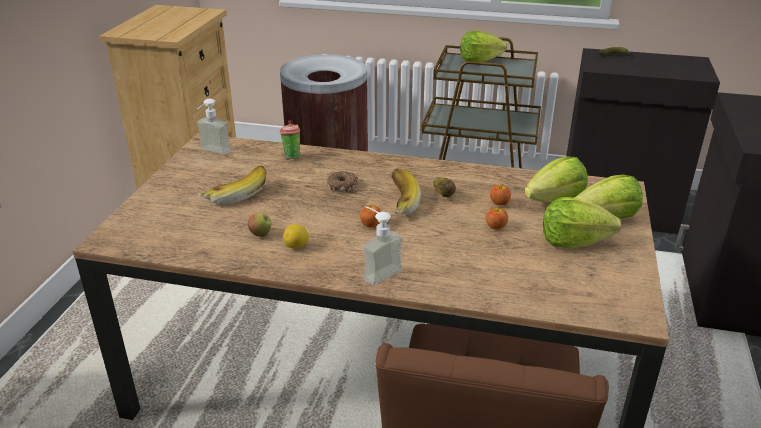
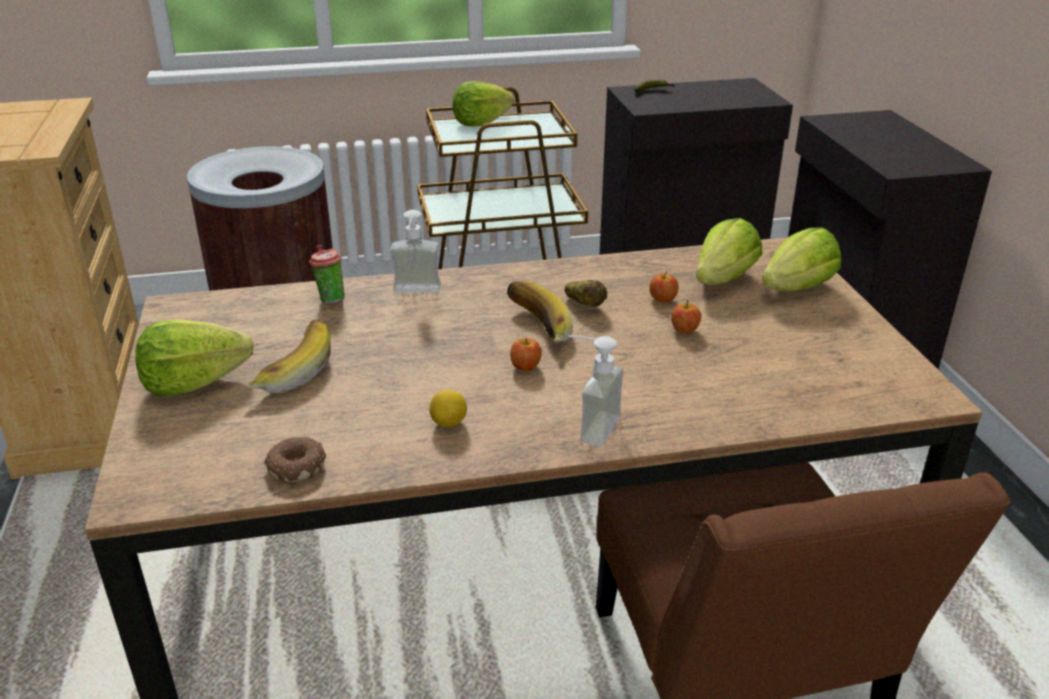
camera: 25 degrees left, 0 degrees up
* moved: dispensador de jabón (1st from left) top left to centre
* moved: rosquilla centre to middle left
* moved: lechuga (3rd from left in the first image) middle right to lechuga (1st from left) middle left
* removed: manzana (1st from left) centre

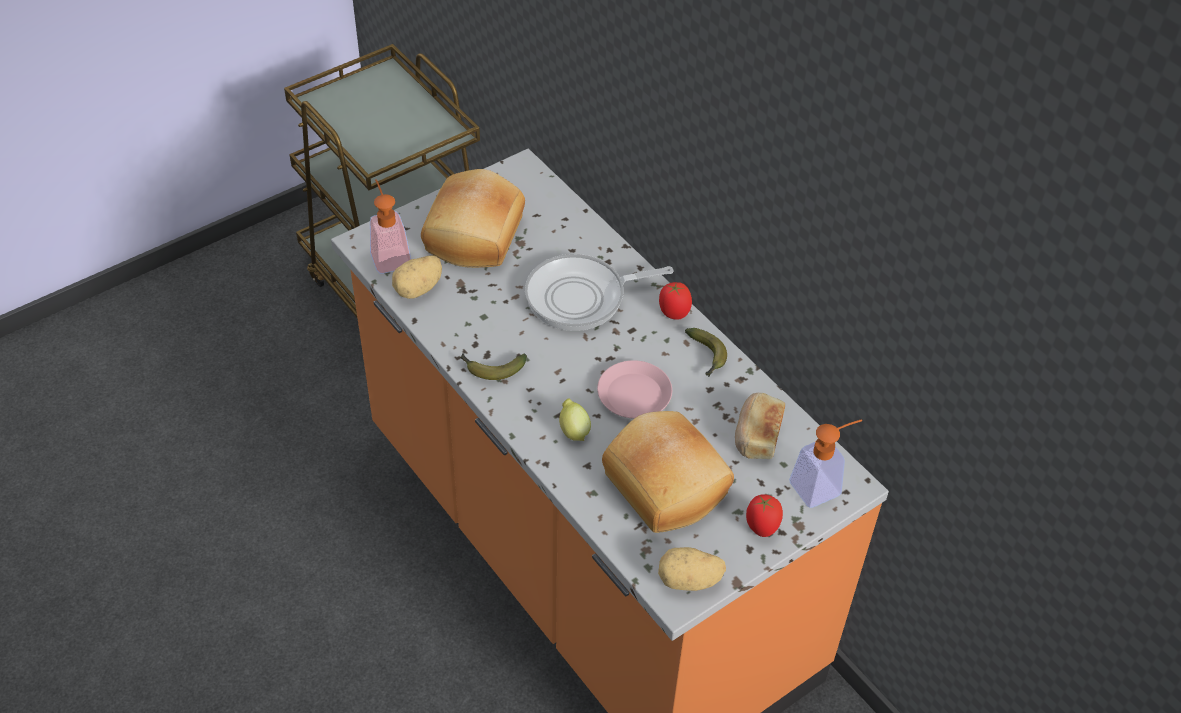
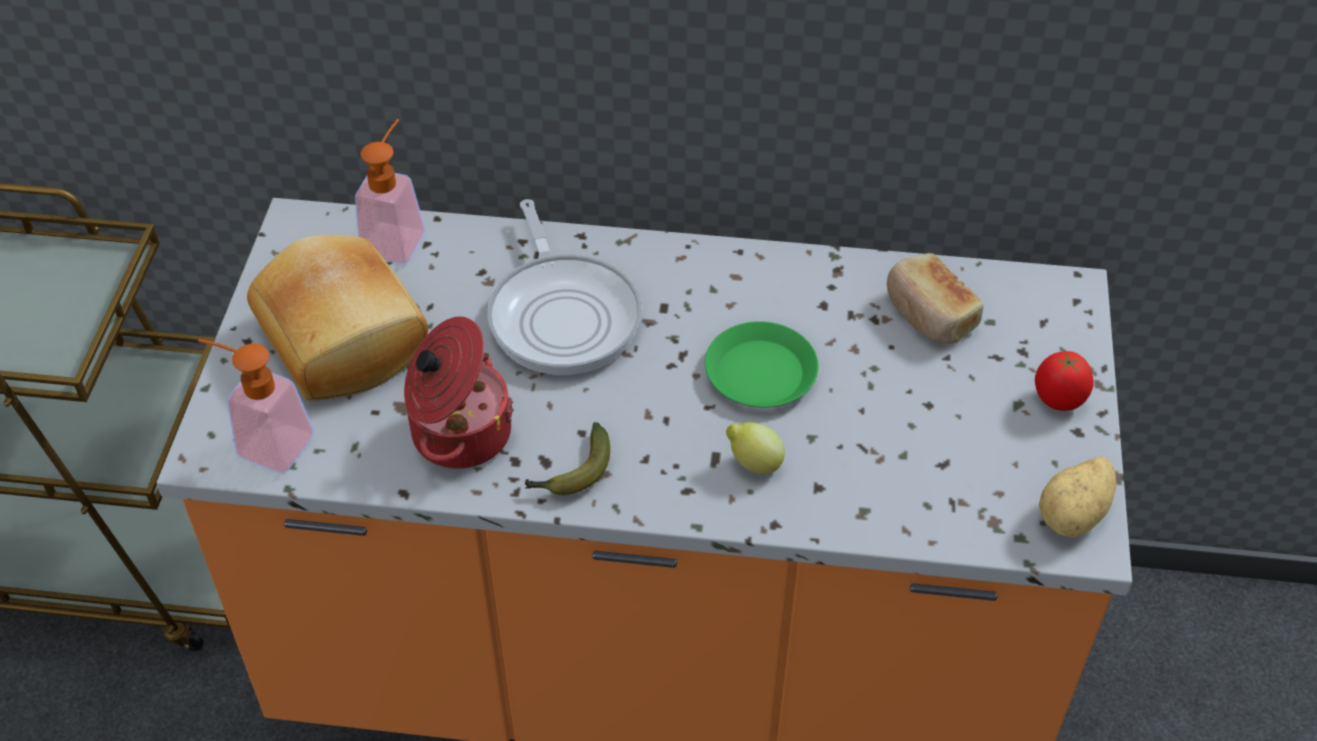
camera: 45 degrees left, 0 degrees up
* turned: sartén centre = centre 45 degrees counterclockwise
* removed: patata (1st from left) centre
* removed: tomate (1st from left) centre
* removed: plátano (2nd from left) centre
* recoloured: plato/rosa centre to plato/verde centre
* removed: pan (2nd from left) centre
* moved: dispensador de jabón (2nd from left) middle right to top left
* added: olla centre

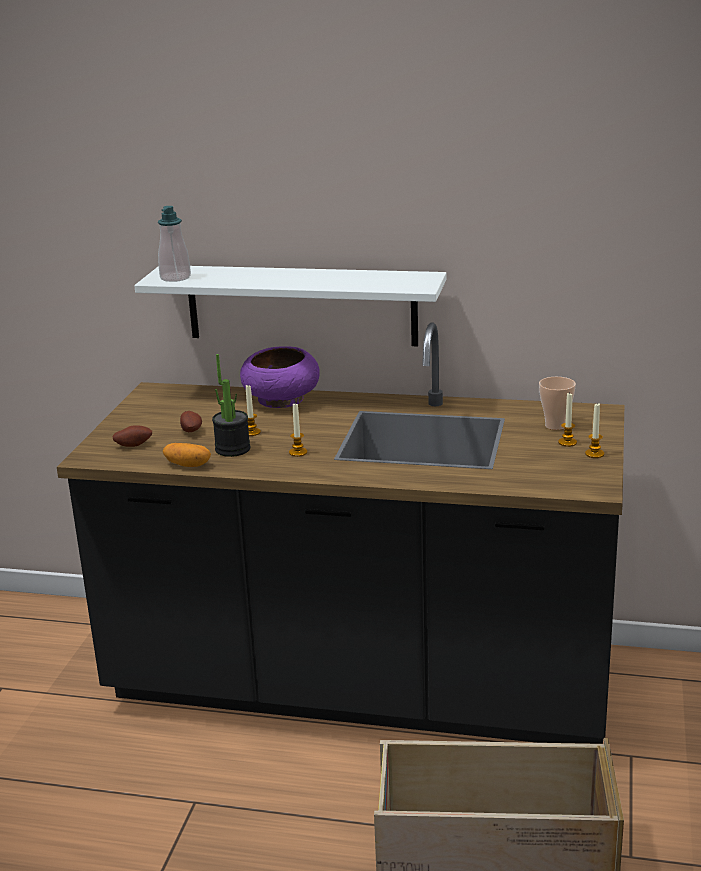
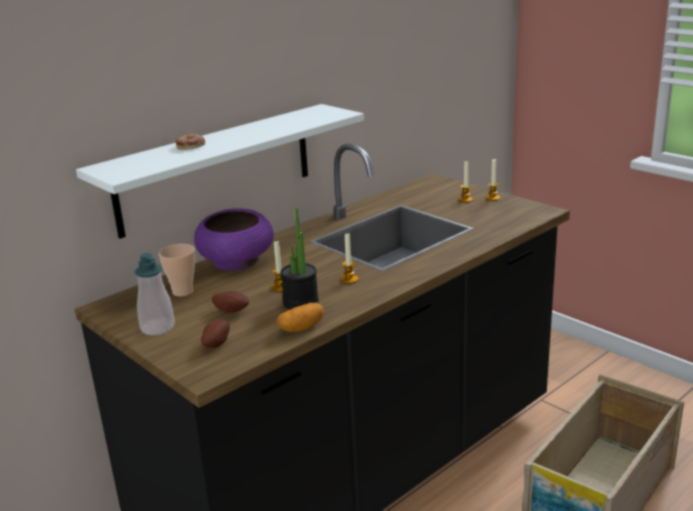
camera: 55 degrees left, 0 degrees up
* moved: dispensador de jabón top left to middle left
* moved: taza middle right to middle left
* added: rosquilla top left

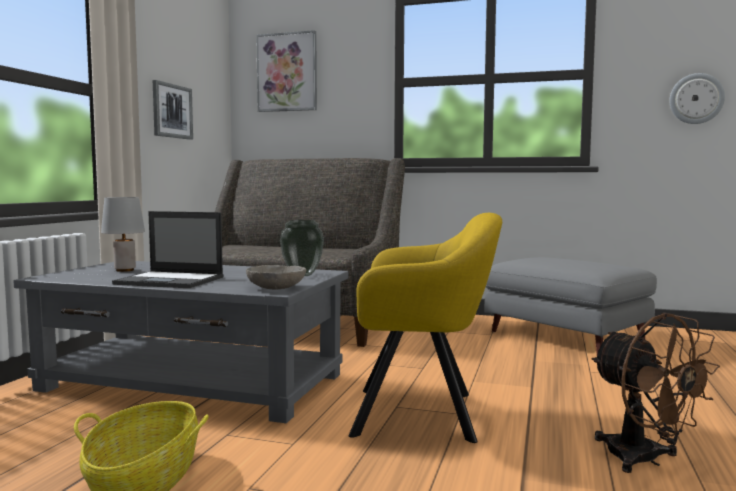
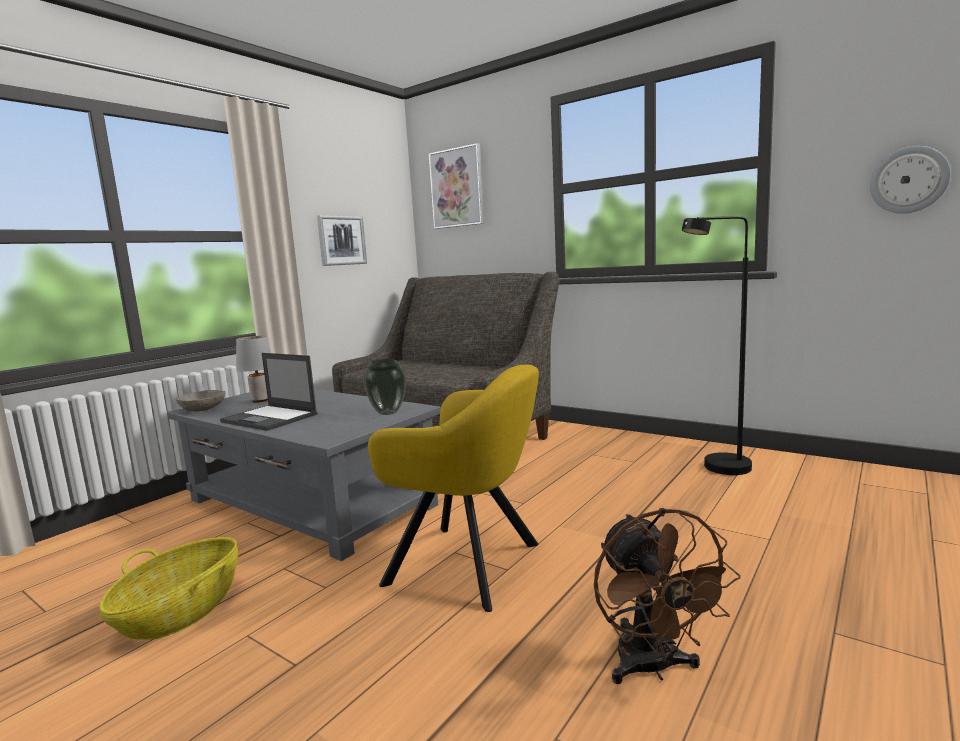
camera: 20 degrees right, 5 degrees up
* replaced: puf/gris middle right to lámpara de pie/negro middle right
* moved: cuenco/gris centre to middle left

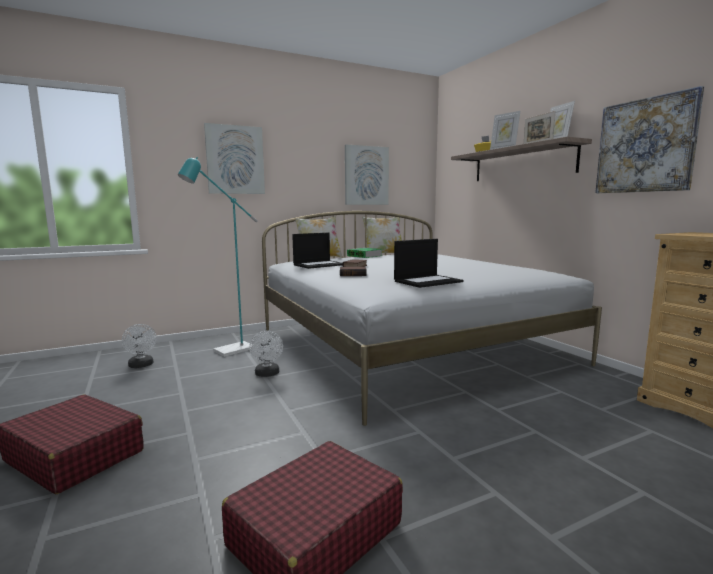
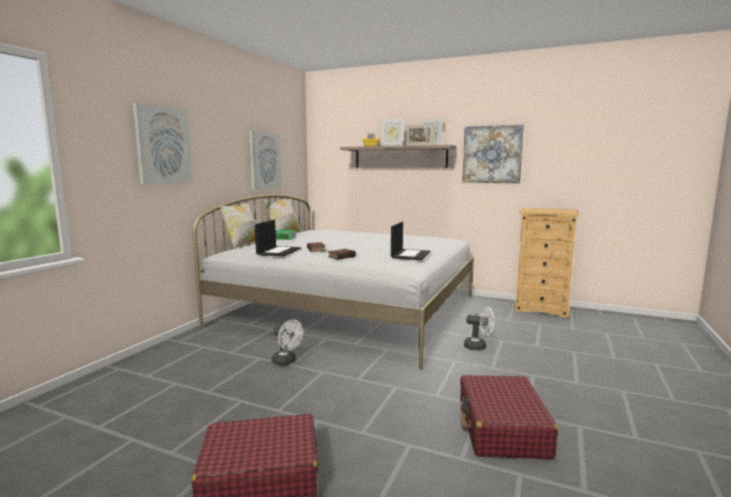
camera: 40 degrees left, 0 degrees up
* removed: lámpara de pie/turquesa middle left
* moved: ventilador/blanco (1st from left in the first image) middle left to ventilador/blanco (2nd from left) centre

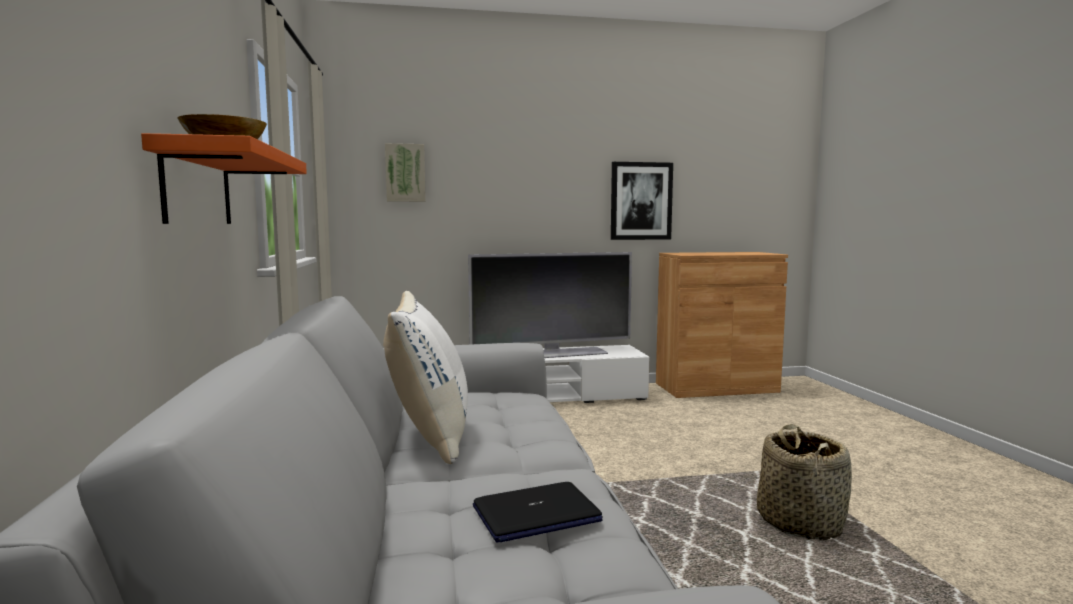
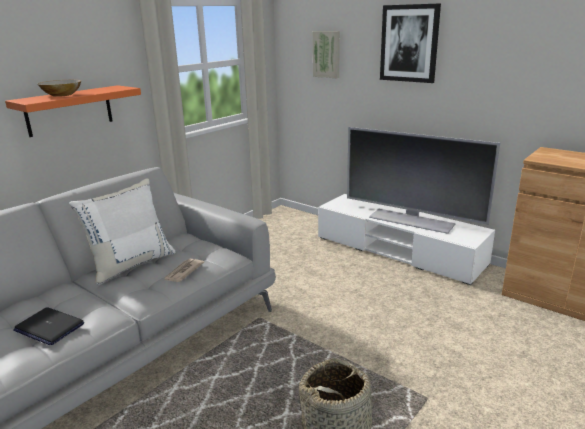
camera: 50 degrees right, 15 degrees up
* moved: cuadro (2nd from left) top centre to top right
* added: periódico middle left

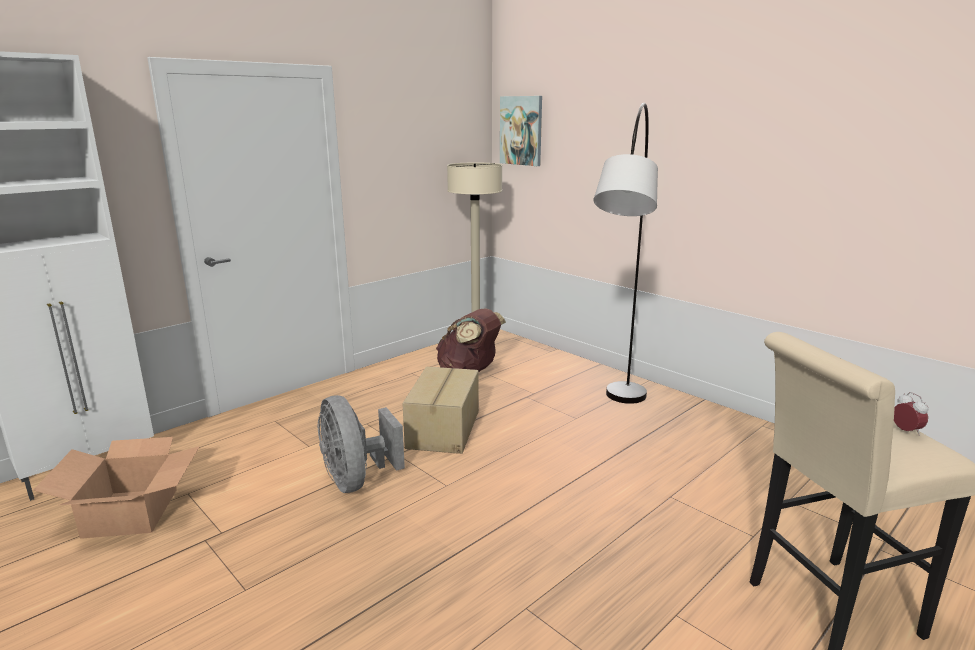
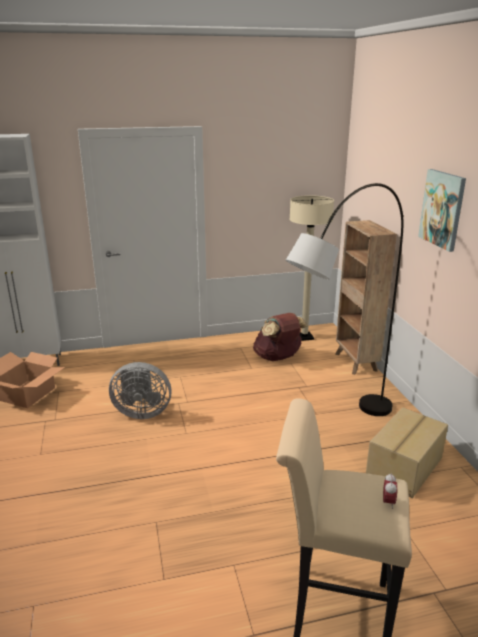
camera: 30 degrees right, 5 degrees up
* moved: cuadro top centre to top right
* moved: caja de cartón (2nd from left) centre to bottom right
* turned: ventilador/gris bottom centre = middle left 90 degrees counterclockwise
* added: estantería/marrón middle right

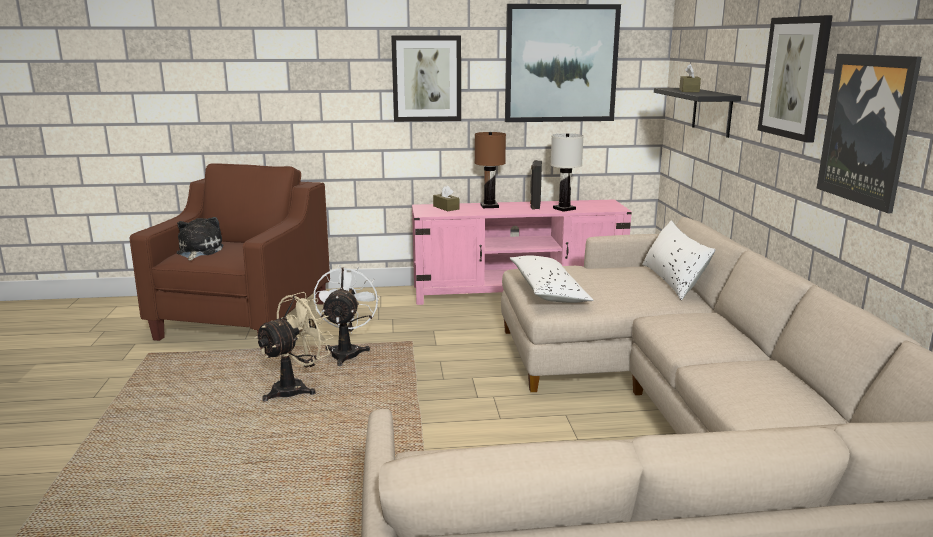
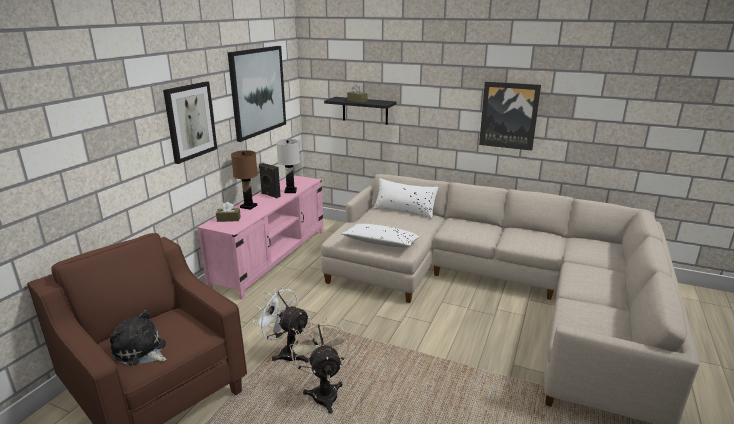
camera: 60 degrees left, 5 degrees up
* removed: cuadro (3rd from left) top right

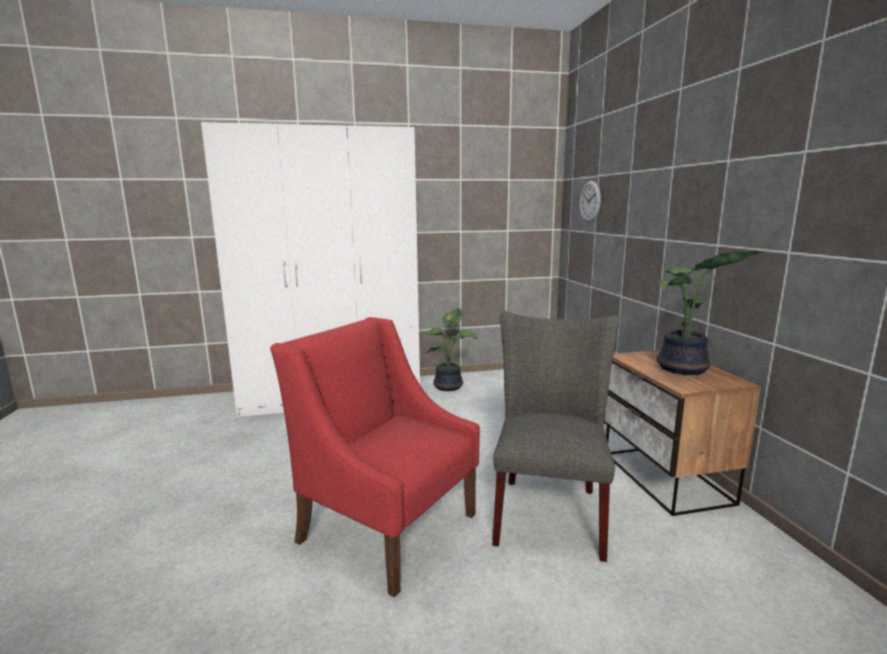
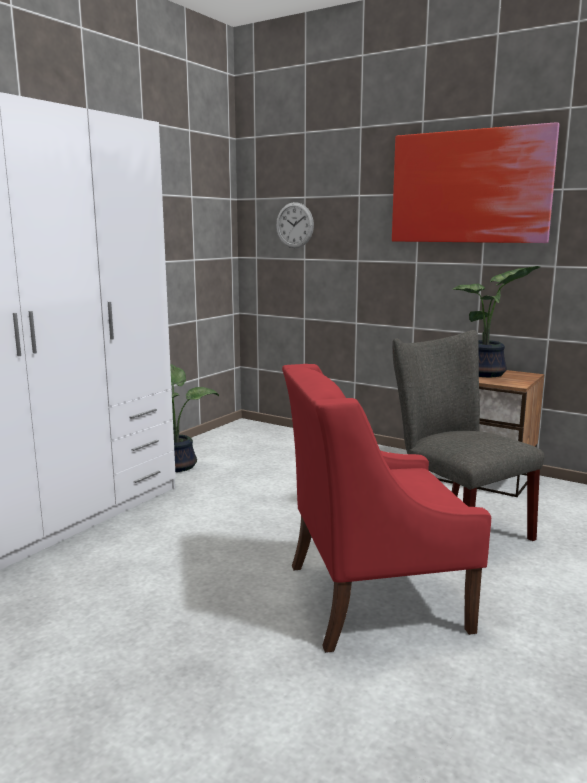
camera: 45 degrees left, 0 degrees up
* added: cuadro top right

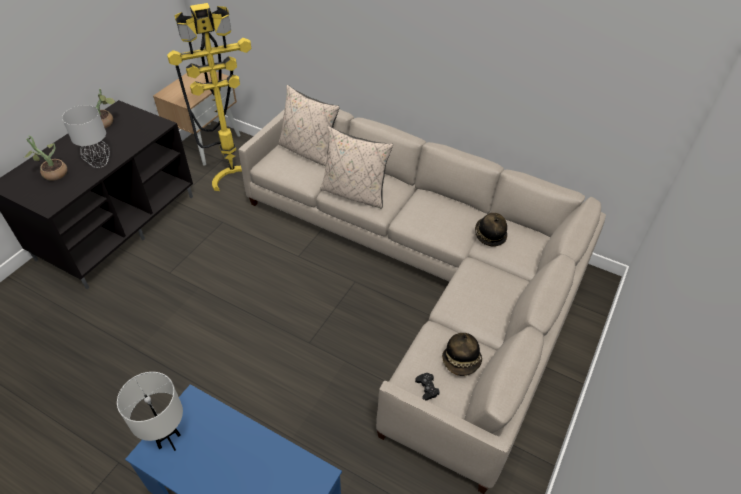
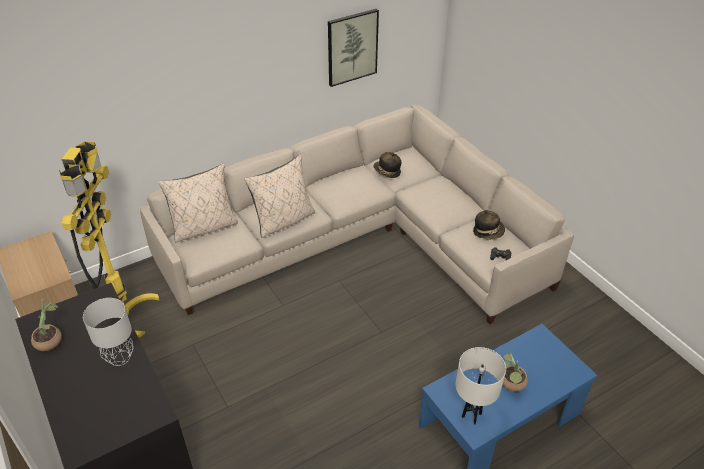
camera: 60 degrees left, 5 degrees down
* moved: planta en maceta (1st from left in the first image) top left to planta en maceta (2nd from left) bottom right
* added: cuadro top centre

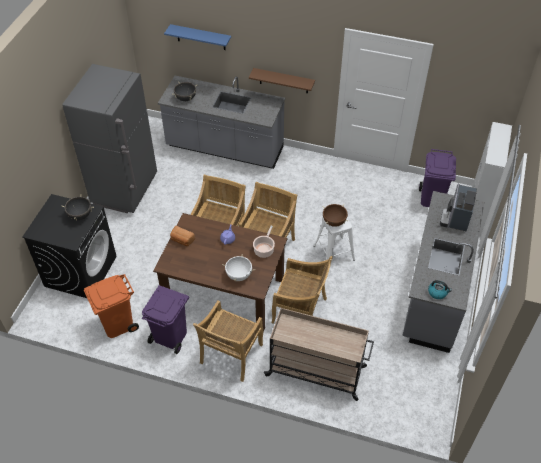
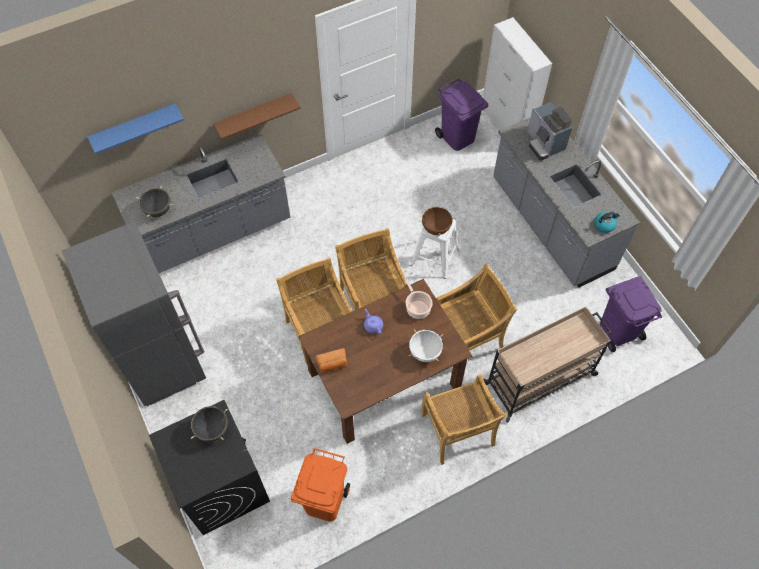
camera: 45 degrees left, 10 degrees up
* moved: papelera/morado (1st from left in the first image) bottom left to papelera/morado (2nd from left) middle right

